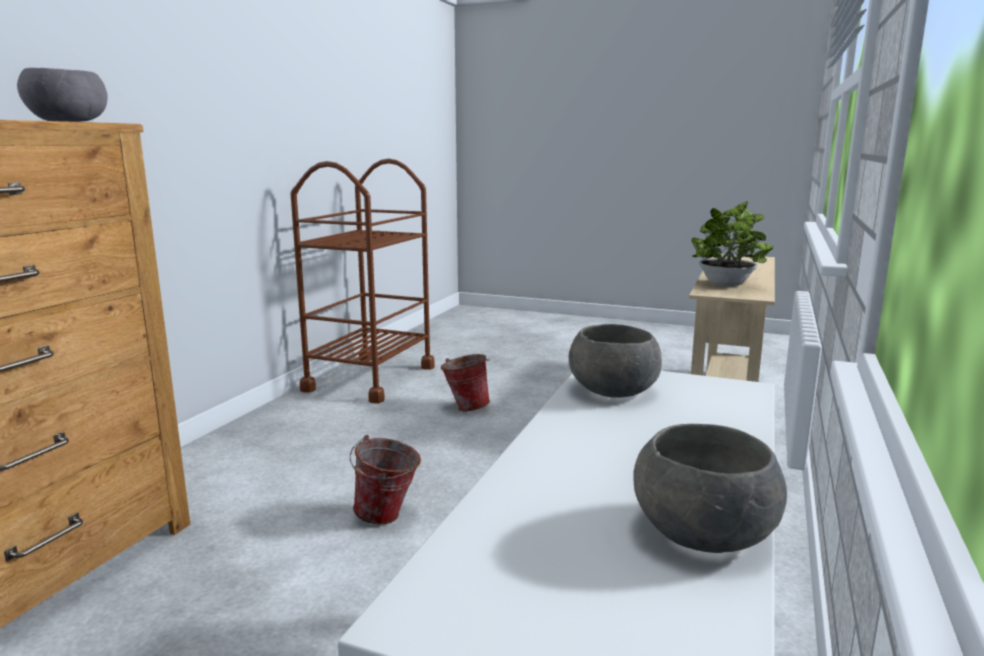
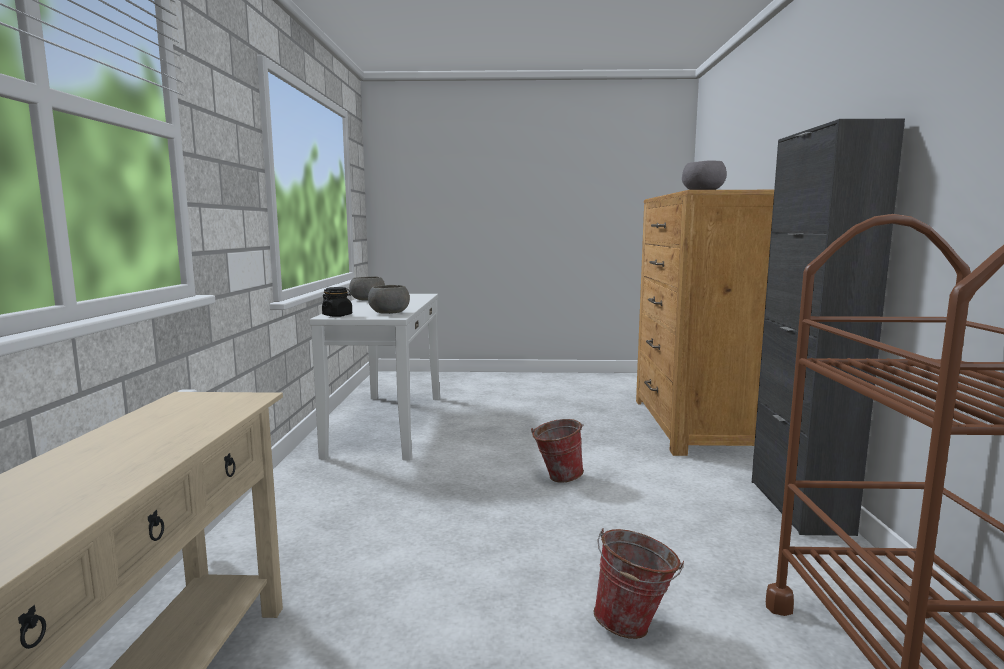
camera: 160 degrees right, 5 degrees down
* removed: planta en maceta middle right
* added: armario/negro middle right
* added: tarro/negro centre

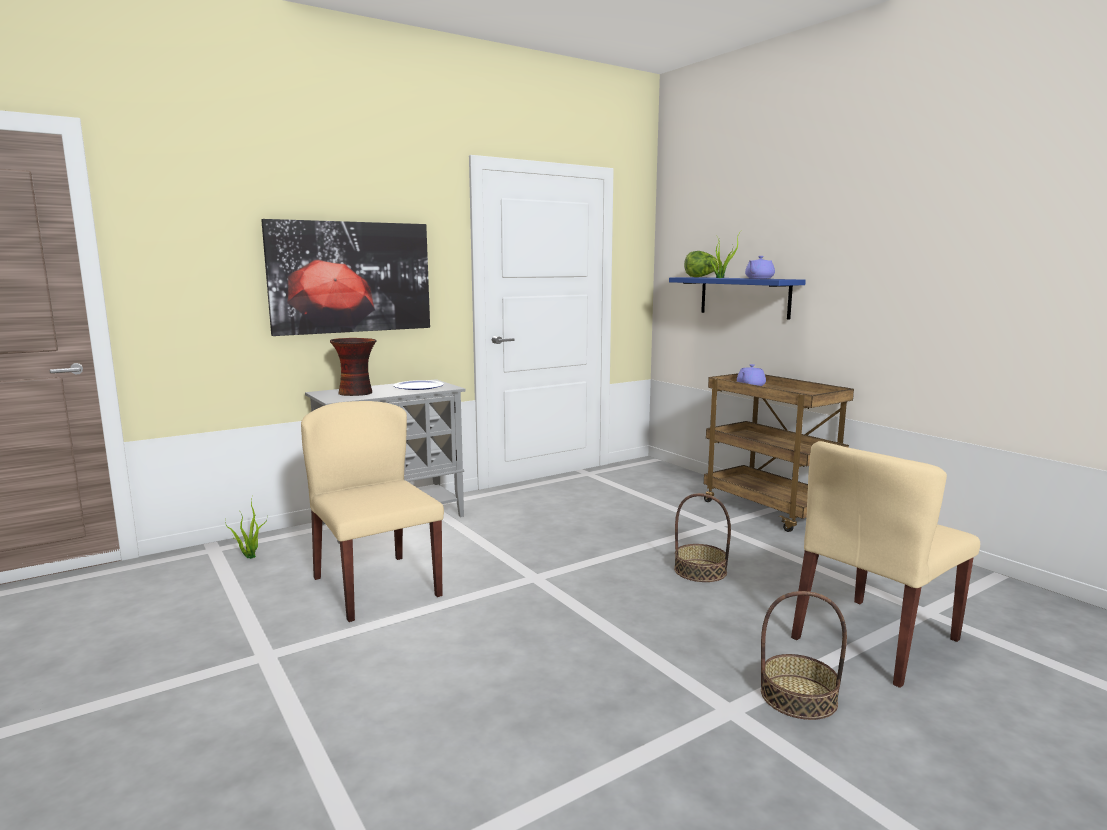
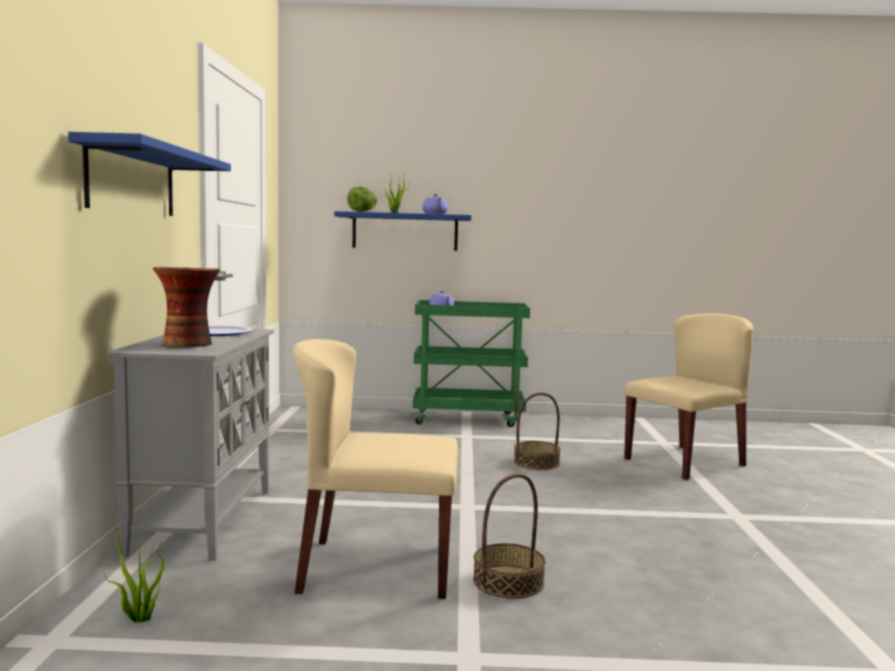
camera: 55 degrees left, 5 degrees down
* replaced: cuadro middle left to estante/azul (1st from left) top left
* recoloured: carrito/marrón middle right to carrito/verde centre
* turned: silla/beis (2nd from left) bottom right = middle right 120 degrees counterclockwise
* moved: cesta (2nd from left in the first image) bottom right to cesta (1st from left) bottom centre

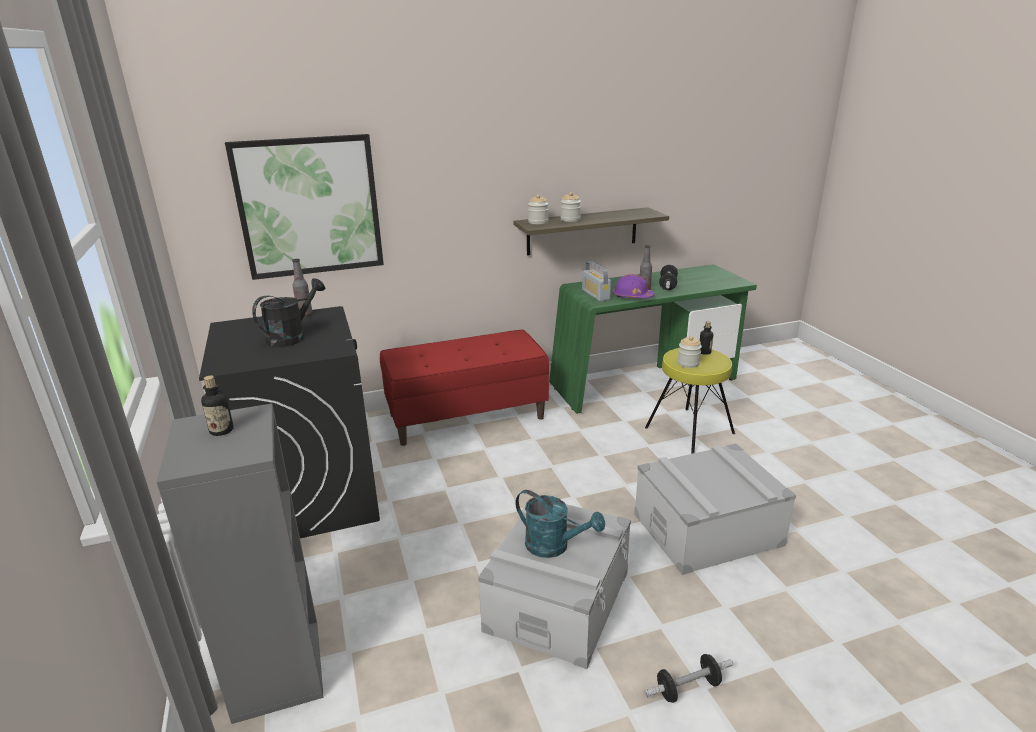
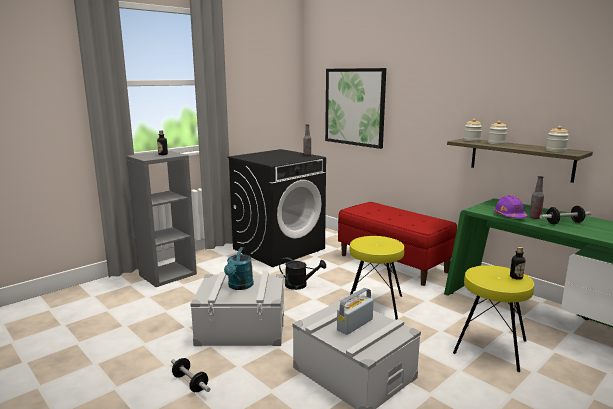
camera: 65 degrees right, 10 degrees down
* moved: radio centre to bottom centre
* moved: regadera/negro middle left to bottom centre
* moved: tarro (3rd from left) centre to middle right
* added: taburete/amarillo (1st from left) bottom centre

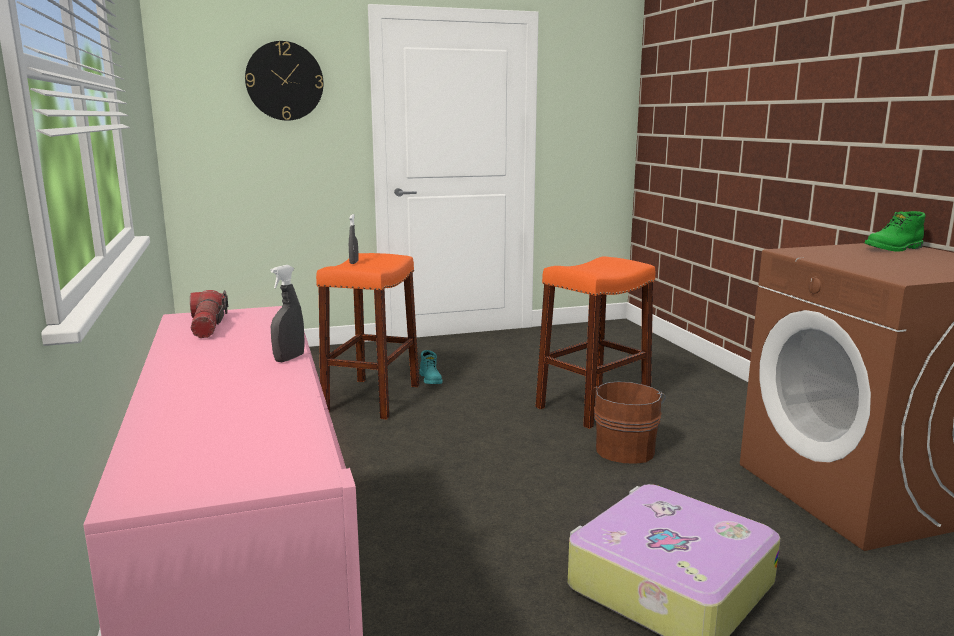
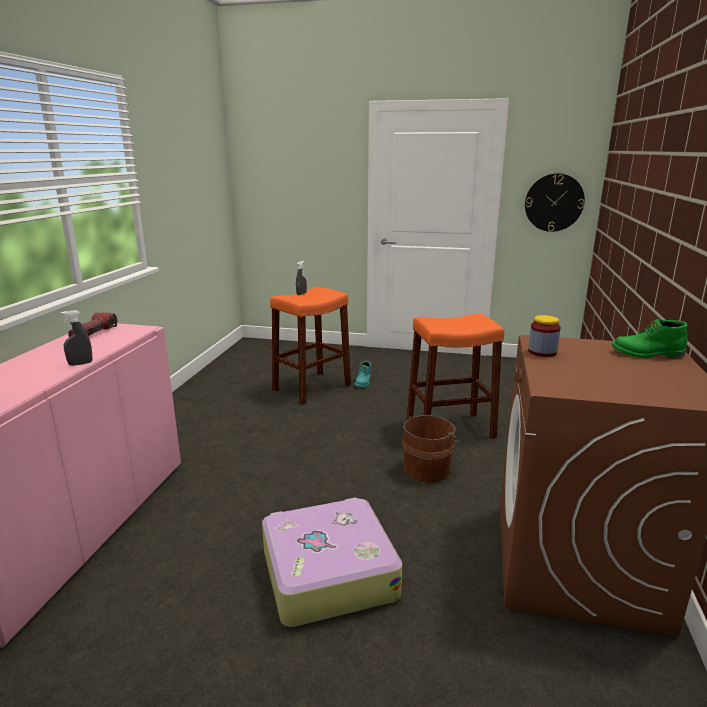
camera: 30 degrees right, 5 degrees up
* moved: reloj de pared top left to top right
* added: tarro middle right

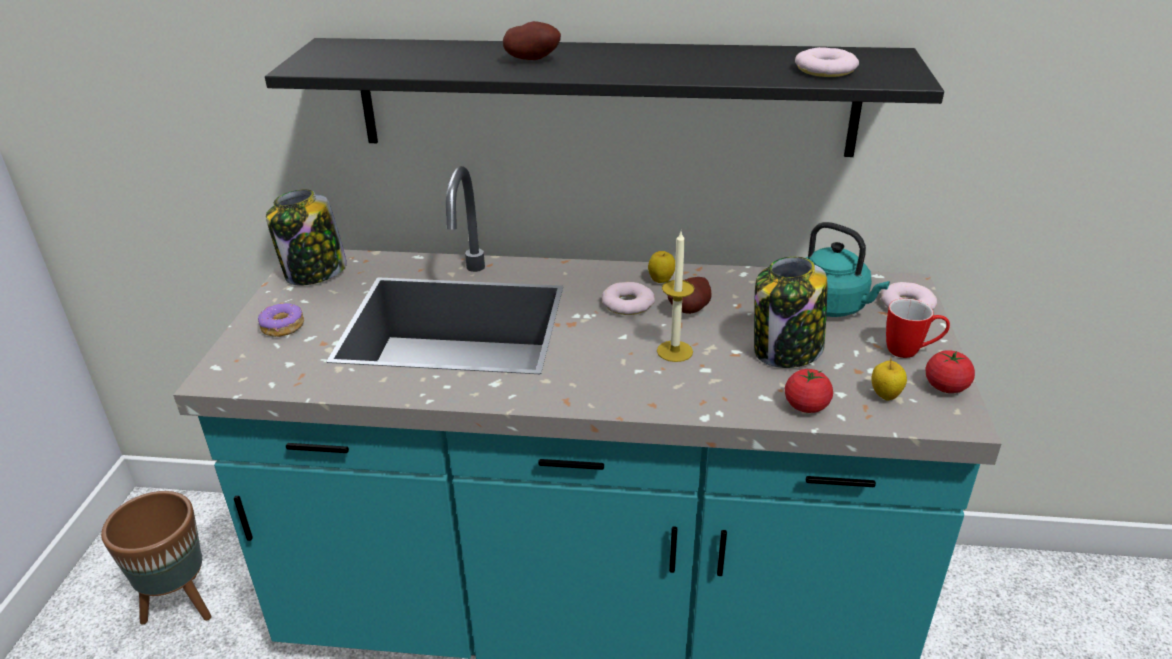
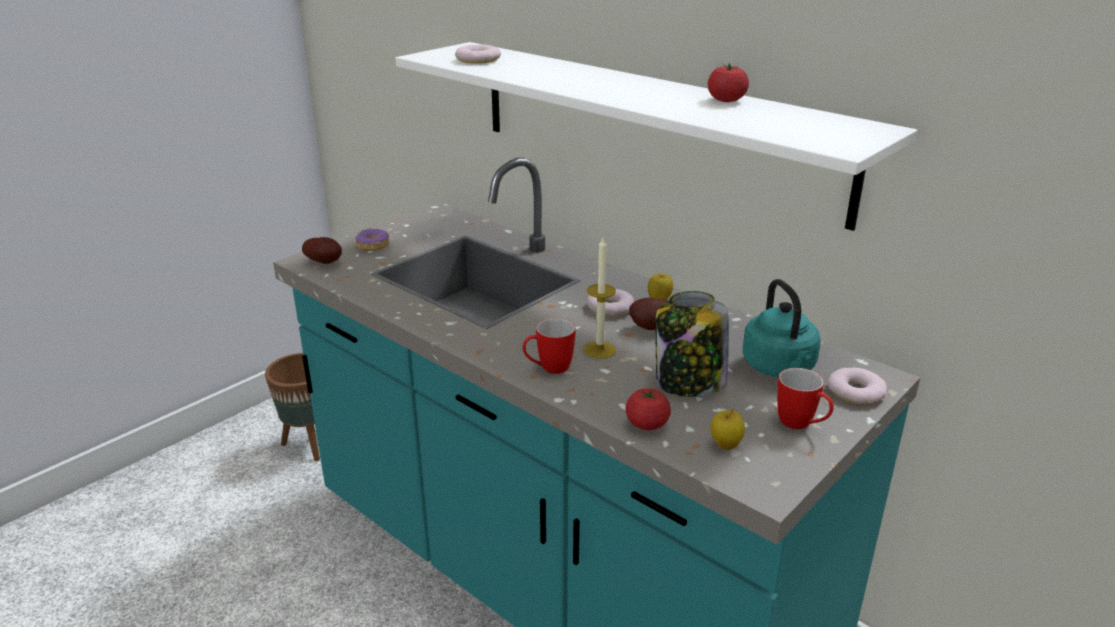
camera: 35 degrees right, 5 degrees down
* moved: patata (1st from left) top centre to middle left
* recoloured: estante/negro top centre to estante/blanco top centre
* moved: rosquilla (3rd from left in the first image) top right to rosquilla (2nd from left) top centre
* removed: tarro (1st from left) middle left
* moved: tomate (2nd from left) middle right to top centre
* added: taza grande (1st from left) centre

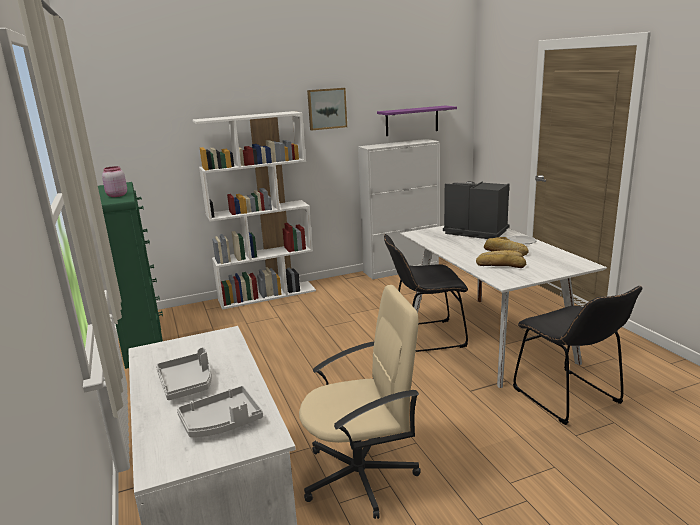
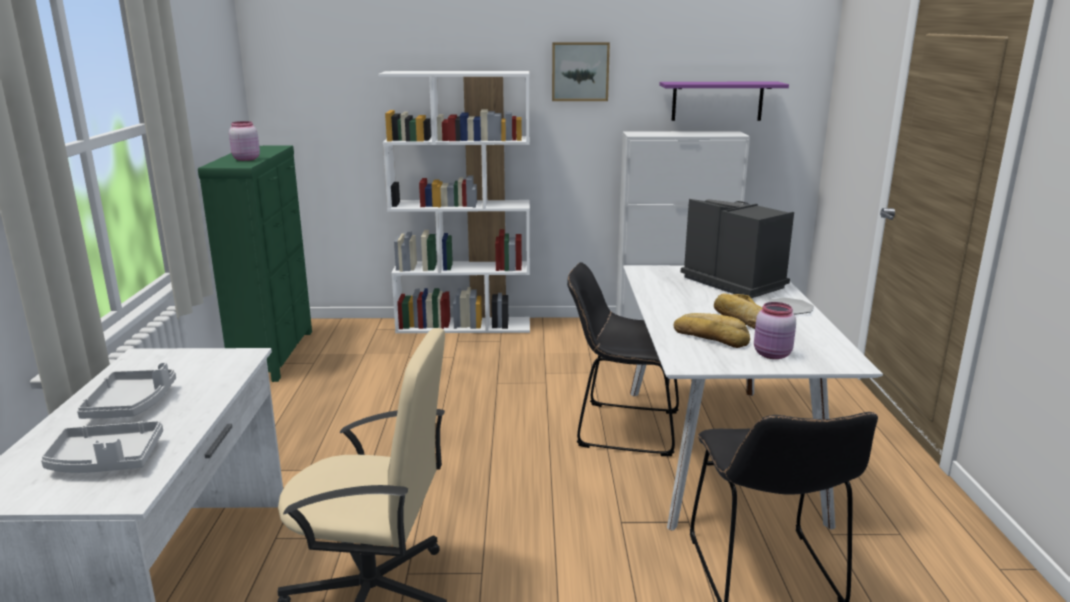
camera: 20 degrees right, 0 degrees up
* added: tarro/rosa (2nd from left) middle right

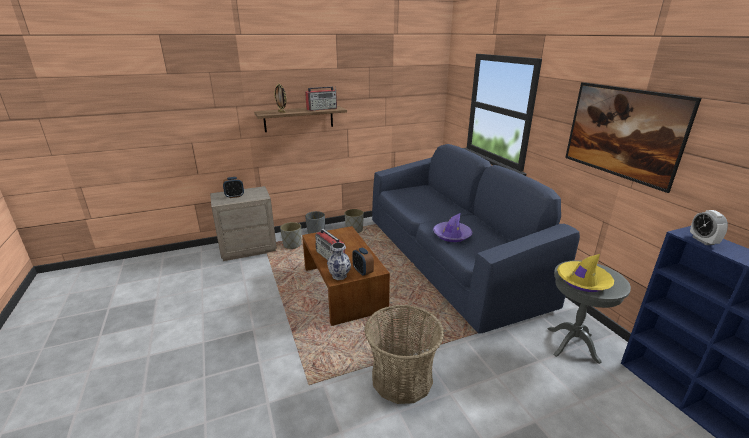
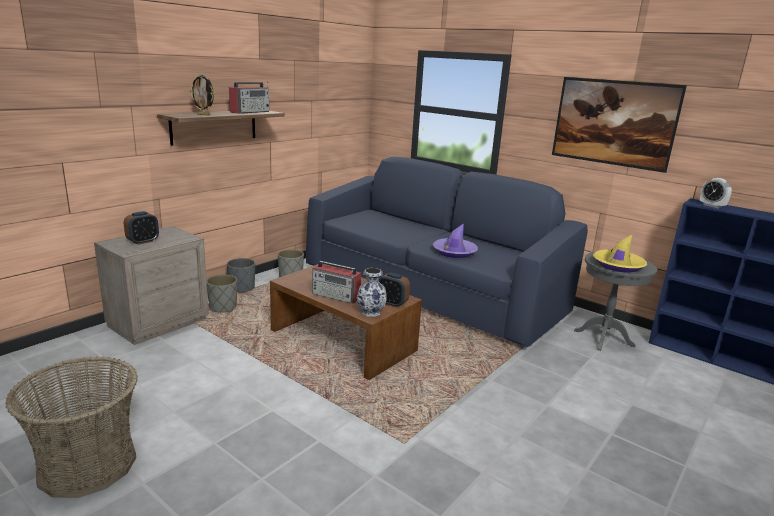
camera: 30 degrees left, 5 degrees down
* moved: cesta bottom centre to bottom left

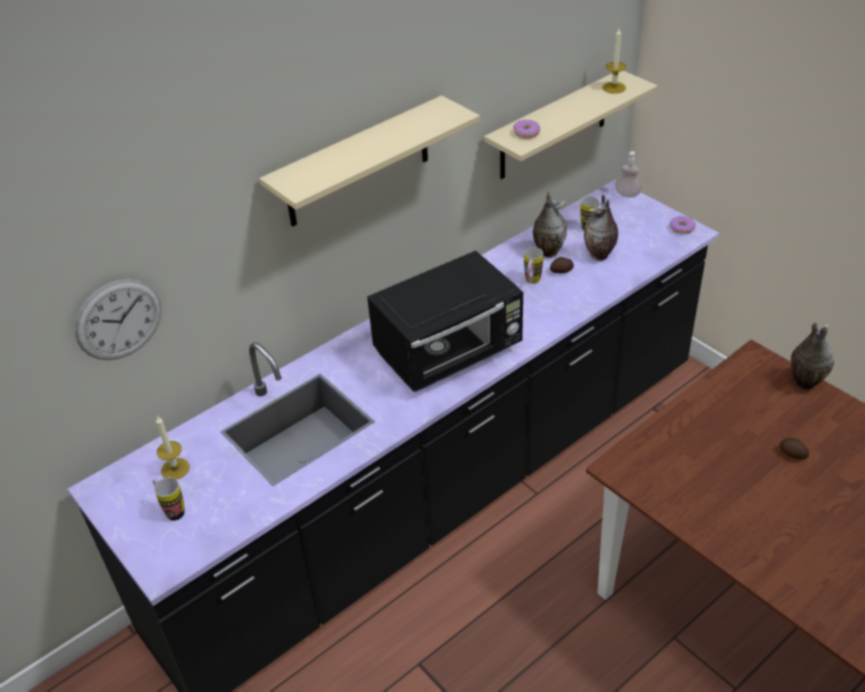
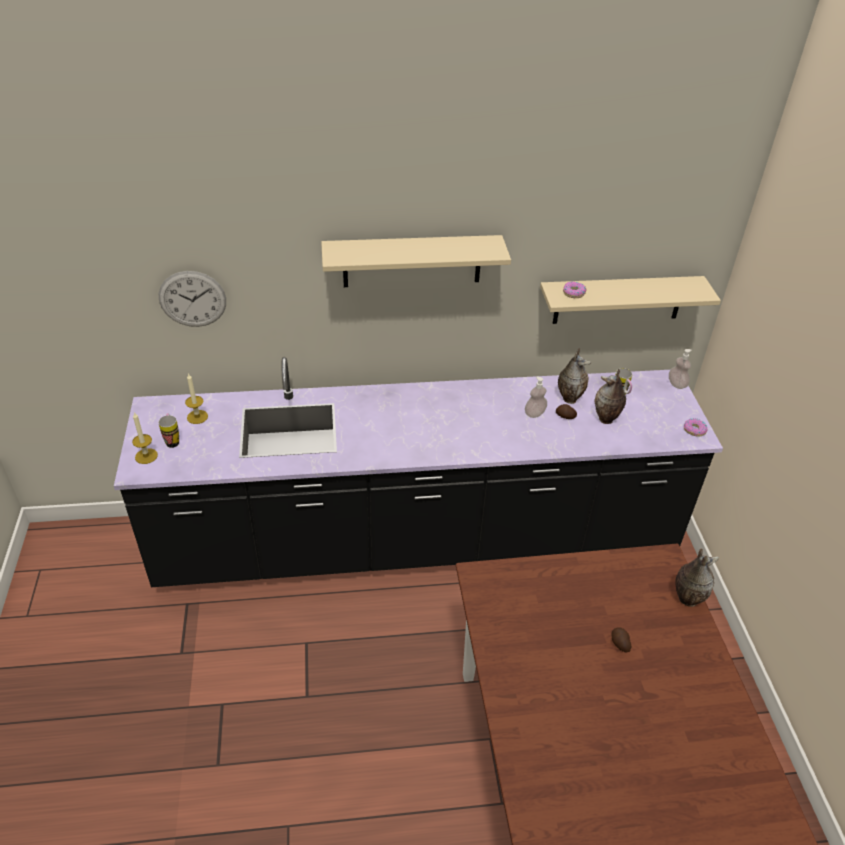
camera: 30 degrees right, 0 degrees up
* moved: vela (2nd from left in the first image) top right to vela (1st from left) middle left
* replaced: taza grande (2nd from left) centre to dispensador de jabón (1st from left) centre
* removed: microondas/negro centre

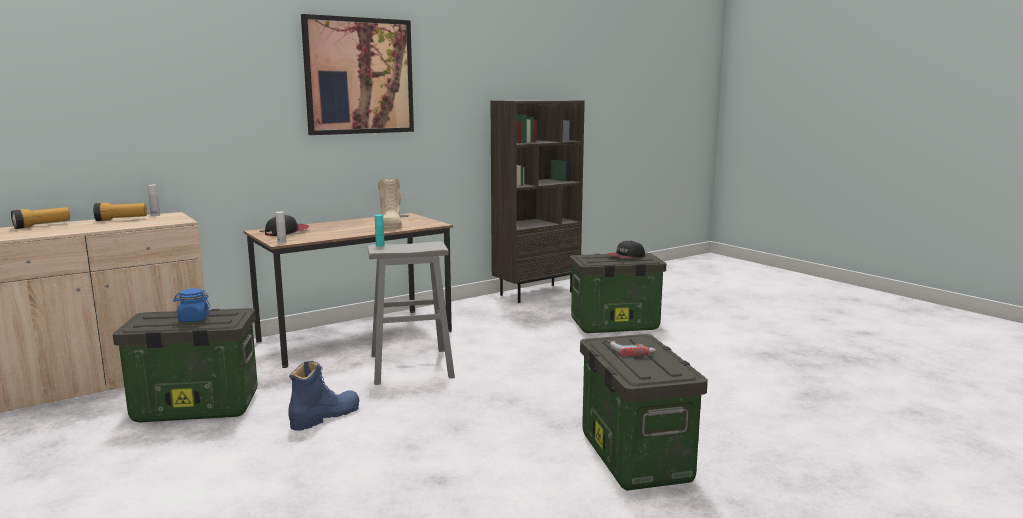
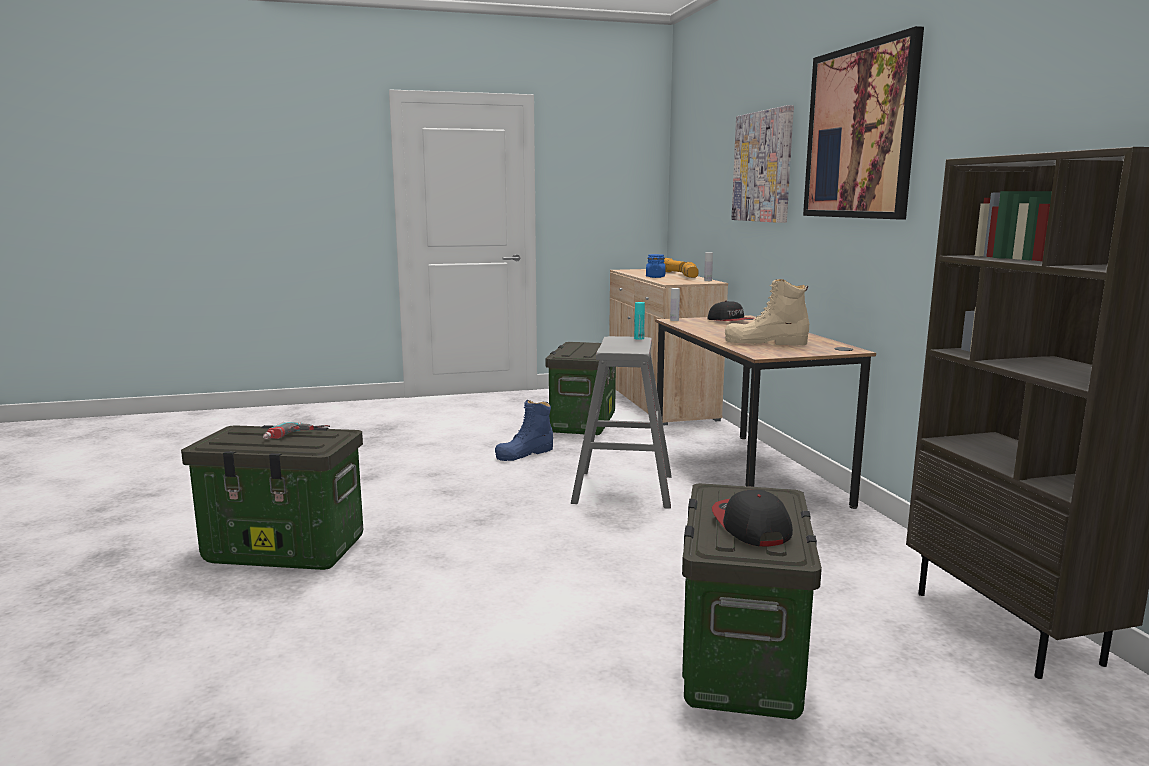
camera: 110 degrees right, 0 degrees up
* moved: tarro/azul middle left to centre
* turned: bota/azul bottom left = centre 75 degrees clockwise
* added: cuadro (1st from left) top centre

